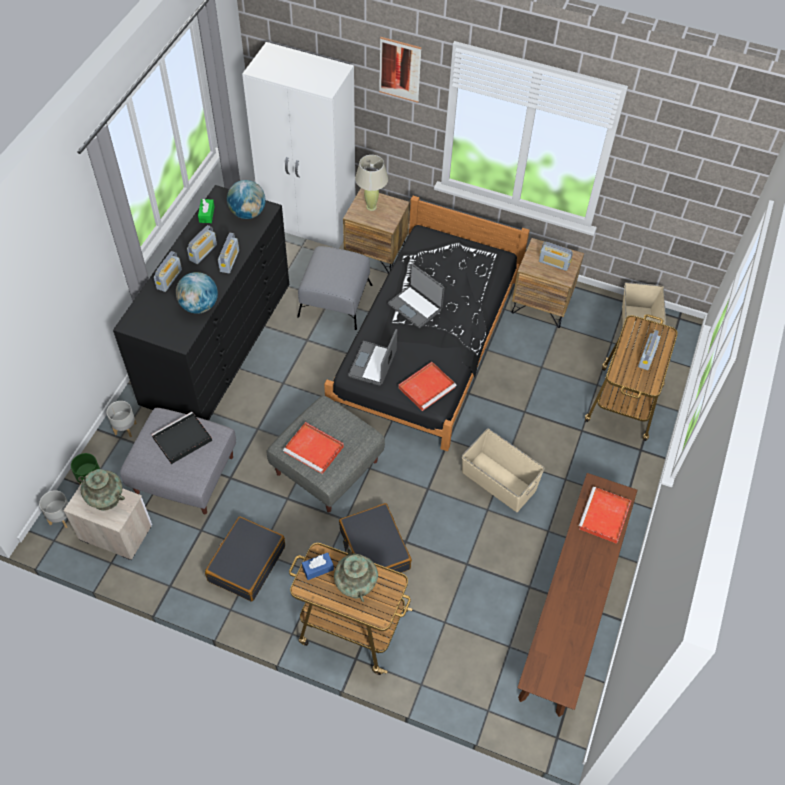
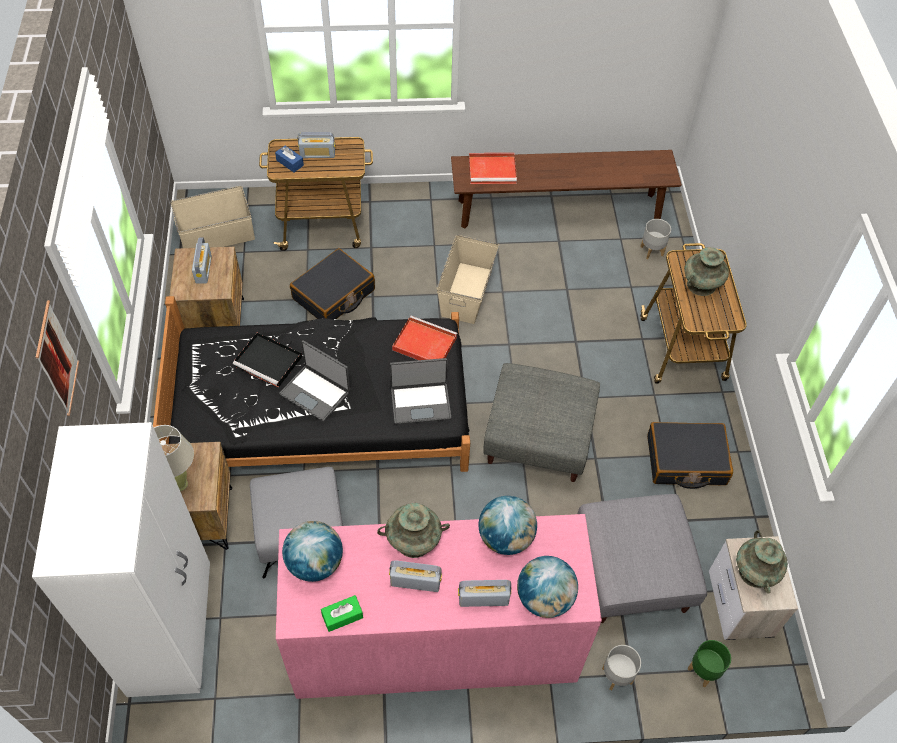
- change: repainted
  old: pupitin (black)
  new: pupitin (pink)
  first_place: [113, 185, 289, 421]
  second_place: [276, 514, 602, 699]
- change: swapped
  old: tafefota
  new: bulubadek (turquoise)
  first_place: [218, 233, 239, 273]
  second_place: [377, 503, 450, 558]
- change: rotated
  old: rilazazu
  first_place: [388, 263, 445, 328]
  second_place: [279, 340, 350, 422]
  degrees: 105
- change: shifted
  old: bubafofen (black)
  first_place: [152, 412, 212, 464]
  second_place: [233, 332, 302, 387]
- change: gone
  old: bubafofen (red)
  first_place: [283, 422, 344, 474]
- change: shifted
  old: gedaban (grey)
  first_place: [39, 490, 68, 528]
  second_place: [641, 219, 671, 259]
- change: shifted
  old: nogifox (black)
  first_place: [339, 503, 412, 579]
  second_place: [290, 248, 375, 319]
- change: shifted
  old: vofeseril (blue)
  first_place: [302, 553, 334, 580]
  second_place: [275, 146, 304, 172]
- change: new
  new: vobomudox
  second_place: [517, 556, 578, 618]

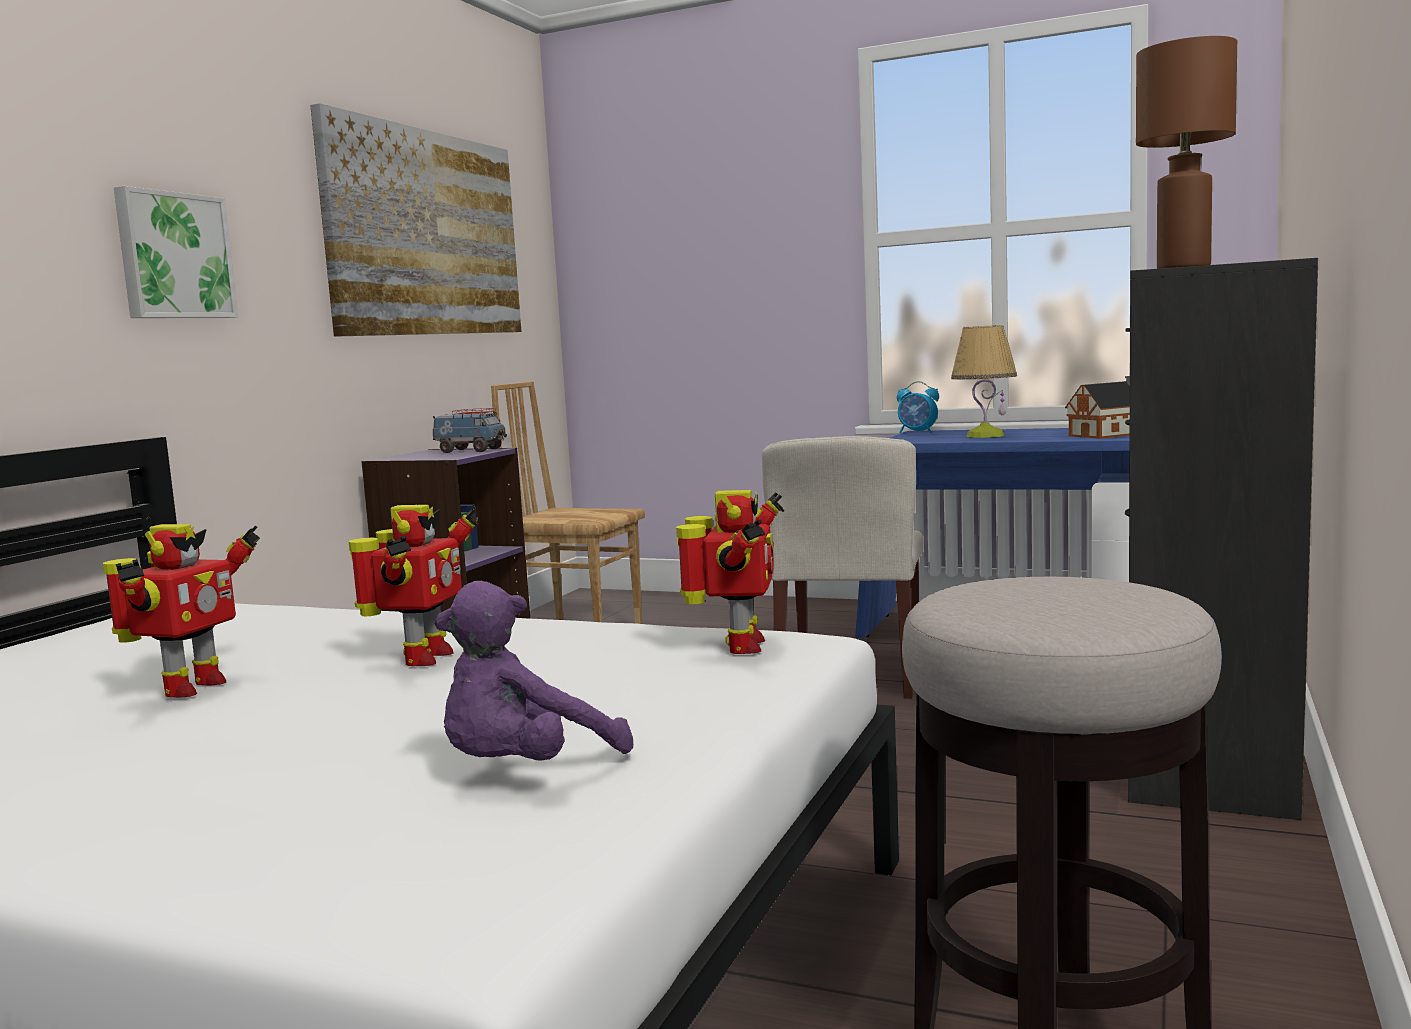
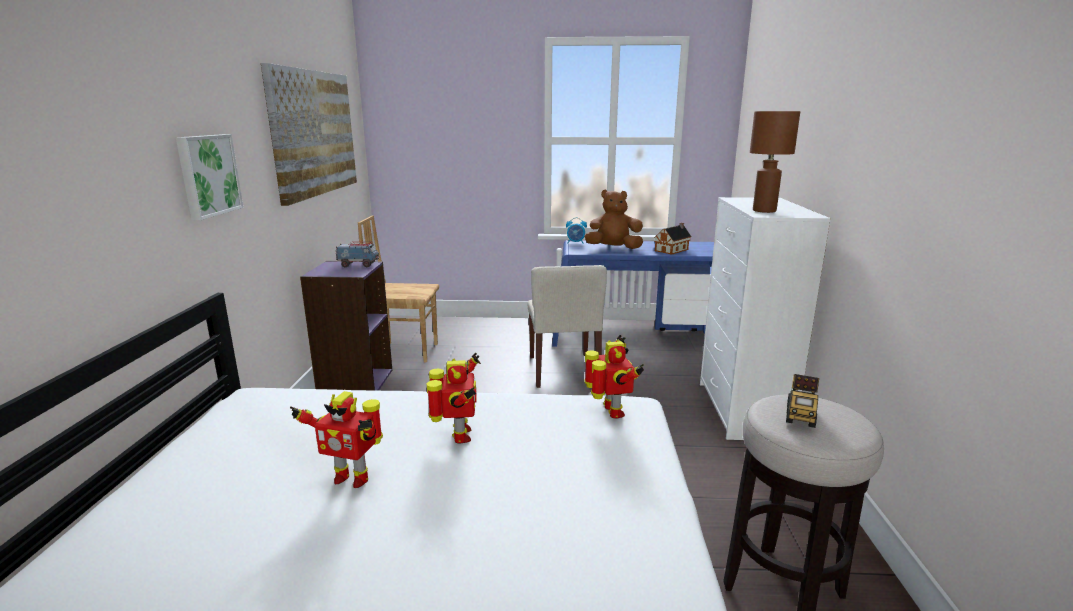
- change: repainted
  old: pupitin (black)
  new: pupitin (white)
  first_place: [1125, 258, 1318, 820]
  second_place: [700, 197, 831, 440]
- change: swapped
  old: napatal
  new: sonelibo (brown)
  first_place: [951, 325, 1017, 438]
  second_place: [585, 190, 643, 249]
- change: rotated
  old: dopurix
  first_place: [103, 523, 260, 697]
  second_place: [290, 391, 383, 488]
  degrees: 105
- change: gone
  old: sonelibo (purple)
  first_place: [434, 581, 633, 760]
- change: new
  new: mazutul
  second_place: [786, 374, 819, 428]

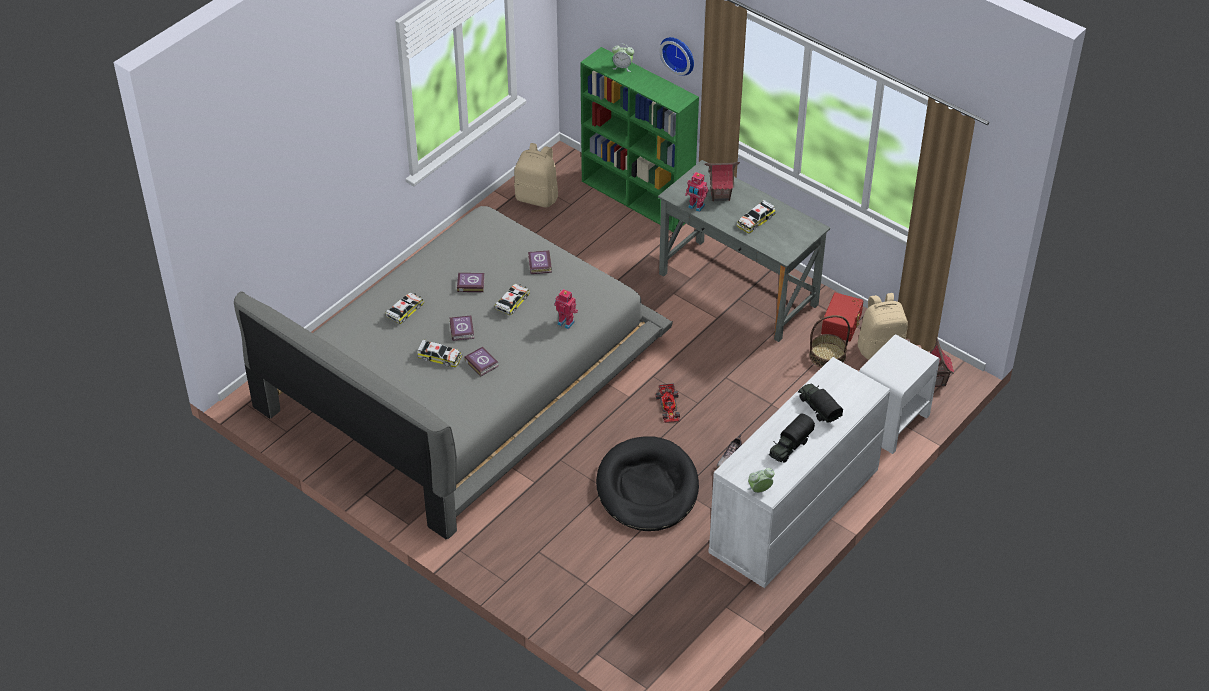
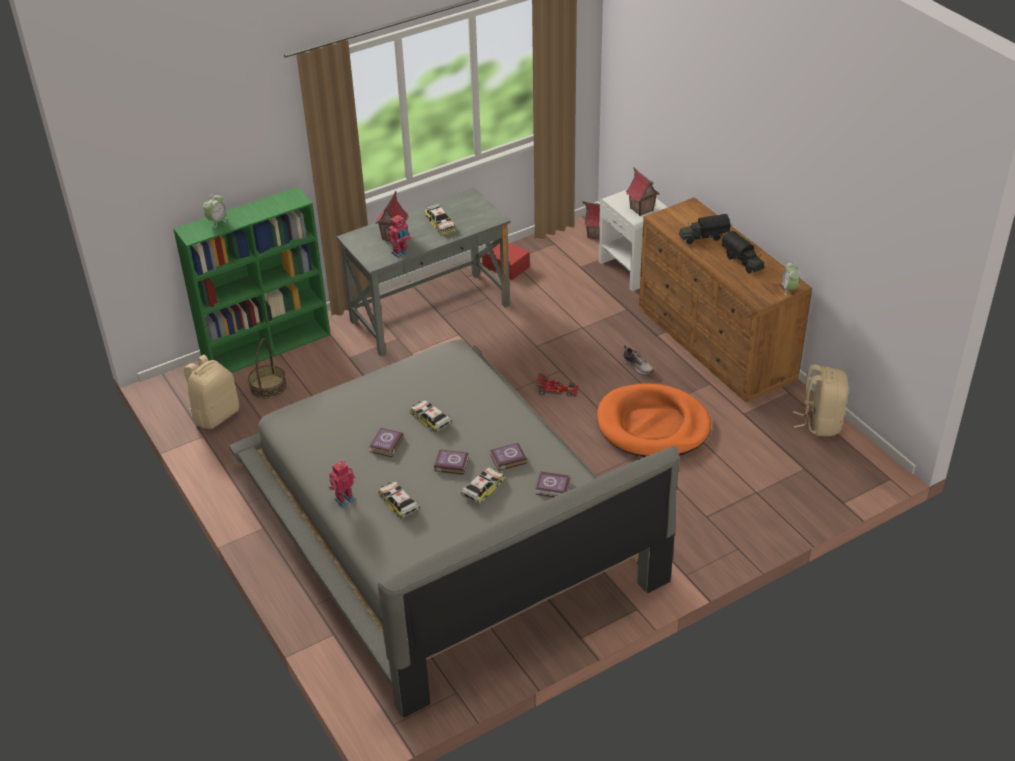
- change: gone
  old: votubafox
  first_place: [659, 37, 694, 76]
- change: shifted
  old: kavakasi
  first_place: [528, 250, 552, 274]
  second_place: [535, 471, 571, 497]
- change: shifted
  old: dopurix
  first_place: [554, 289, 578, 329]
  second_place: [329, 461, 355, 507]
- change: shifted
  old: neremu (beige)
  first_place: [858, 293, 908, 360]
  second_place: [793, 364, 849, 436]
- change: shifted
  old: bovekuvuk
  first_place: [809, 315, 850, 368]
  second_place: [248, 338, 287, 399]
- change: repainted
  old: pupitin (white)
  new: pupitin (brown)
  first_place: [708, 357, 890, 588]
  second_place: [639, 197, 812, 402]
- change: repainted
  old: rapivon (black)
  new: rapivon (orange)
  first_place: [596, 436, 699, 531]
  second_place: [597, 384, 711, 457]
- change: new
  new: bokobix
  second_place: [626, 168, 659, 216]

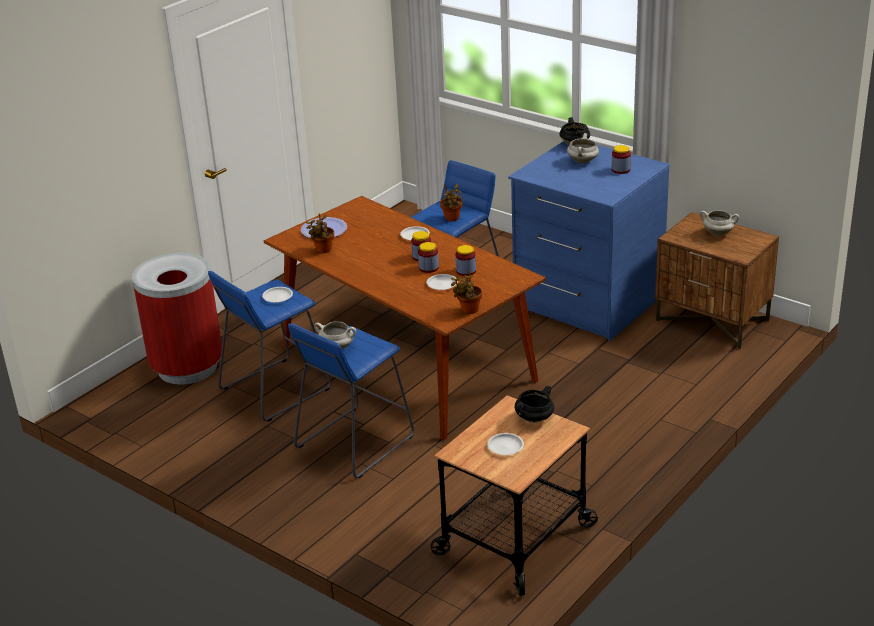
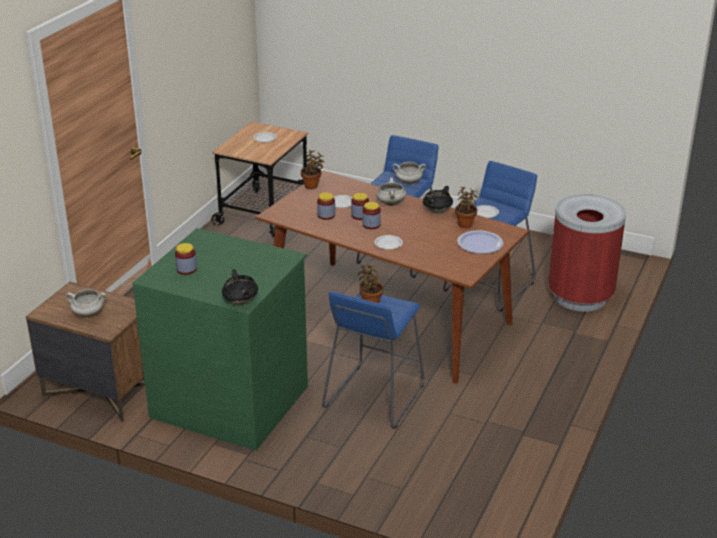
- change: shifted
  old: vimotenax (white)
  first_place: [567, 133, 599, 163]
  second_place: [376, 177, 406, 206]
- change: repainted
  old: pupitin (blue)
  new: pupitin (green)
  first_place: [508, 141, 670, 341]
  second_place: [132, 228, 308, 451]
- change: shifted
  old: vimotenax (black)
  first_place: [515, 386, 554, 423]
  second_place: [423, 186, 453, 214]

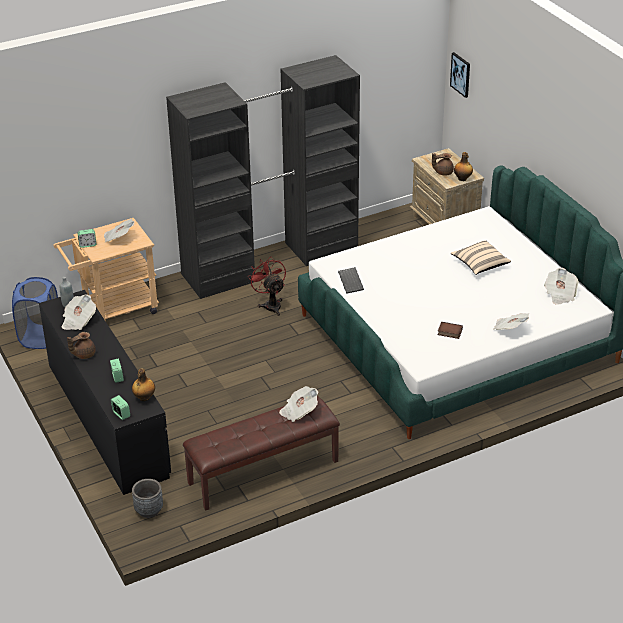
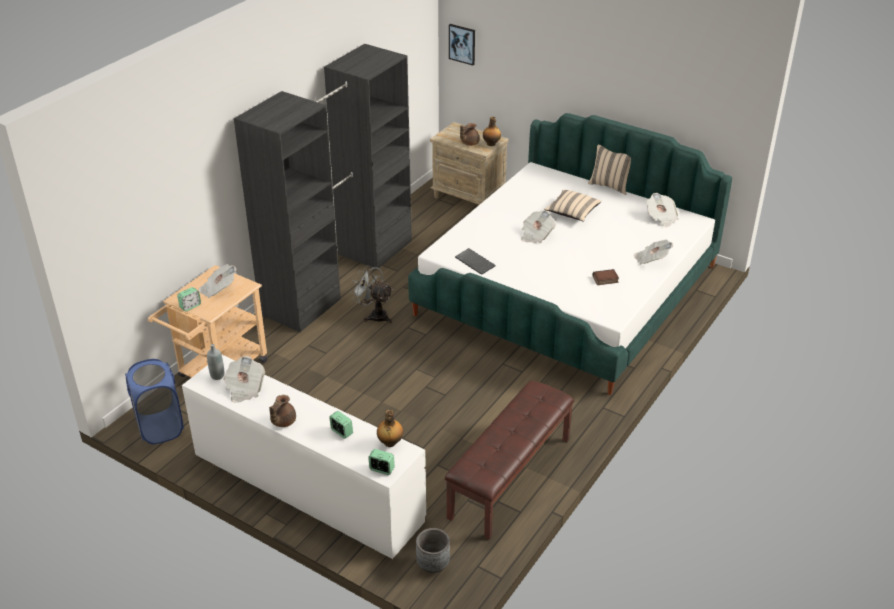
- change: repainted
  old: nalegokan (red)
  new: nalegokan (grey)
  first_place: [248, 257, 286, 316]
  second_place: [350, 265, 393, 323]
- change: repainted
  old: pupitin (black)
  new: pupitin (white)
  first_place: [39, 290, 171, 495]
  second_place: [182, 355, 426, 559]
- change: shifted
  old: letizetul
  first_place: [279, 386, 319, 422]
  second_place: [521, 210, 556, 243]
- change: new
  new: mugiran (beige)
  second_place: [588, 145, 631, 195]

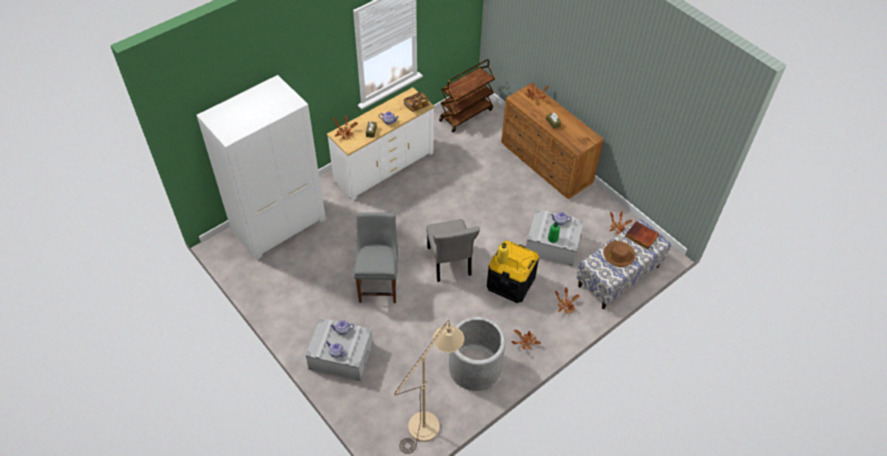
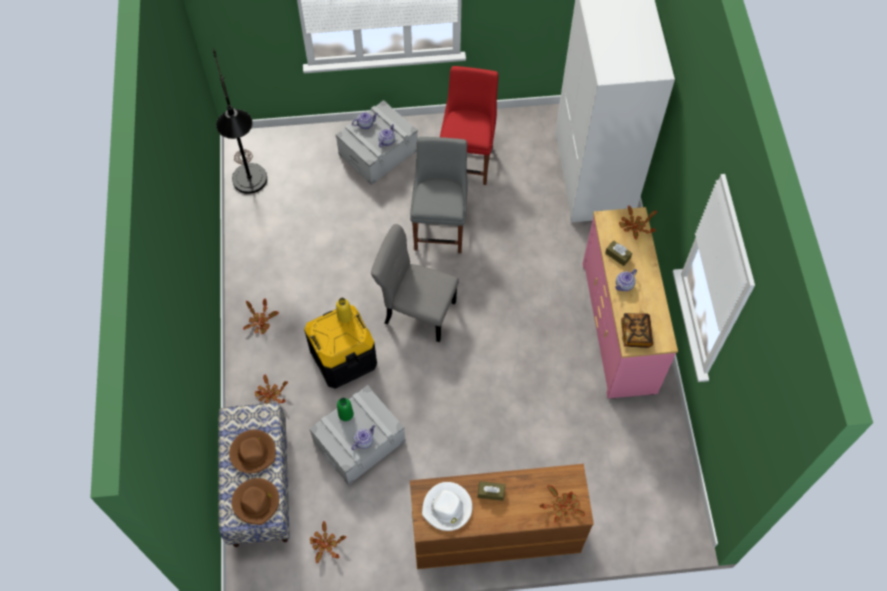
- change: gone
  old: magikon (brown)
  first_place: [439, 59, 495, 132]
- change: repainted
  old: pupitin (white)
  new: pupitin (pink)
  first_place: [327, 87, 434, 200]
  second_place: [583, 207, 678, 399]
- change: rotated
  old: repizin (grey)
  first_place: [354, 212, 398, 303]
  second_place: [410, 137, 467, 253]
  degrees: -120
- change: swapped
  old: kavakasi
  new: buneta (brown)
  first_place: [625, 221, 659, 249]
  second_place: [231, 478, 279, 525]
- change: gone
  old: gedaban (grey)
  first_place: [449, 317, 505, 391]
- change: repainted
  old: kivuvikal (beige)
  new: kivuvikal (black)
  first_place: [395, 320, 464, 454]
  second_place: [213, 48, 267, 194]
- change: new
  new: repizin (red)
  second_place: [440, 66, 499, 185]
- change: new
  new: buneta (white)
  second_place: [422, 482, 472, 531]

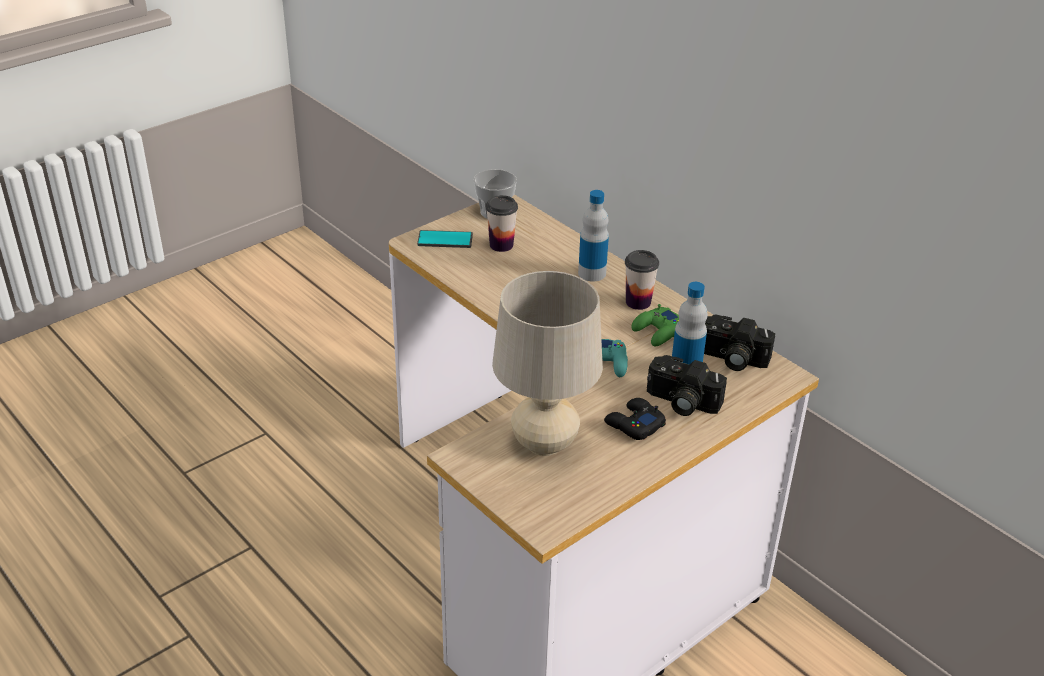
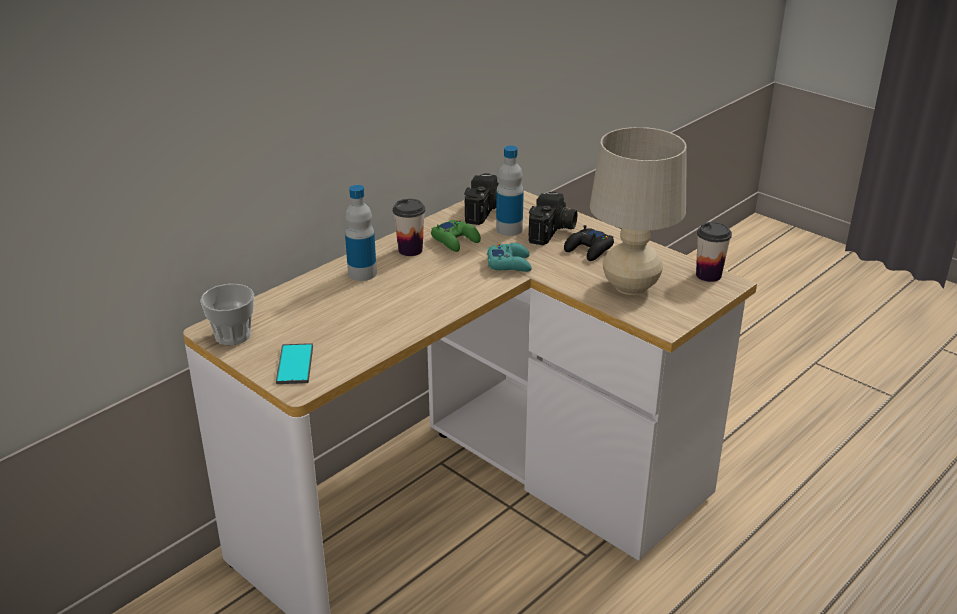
- change: shifted
  old: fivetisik
  first_place: [486, 195, 518, 252]
  second_place: [696, 222, 732, 282]

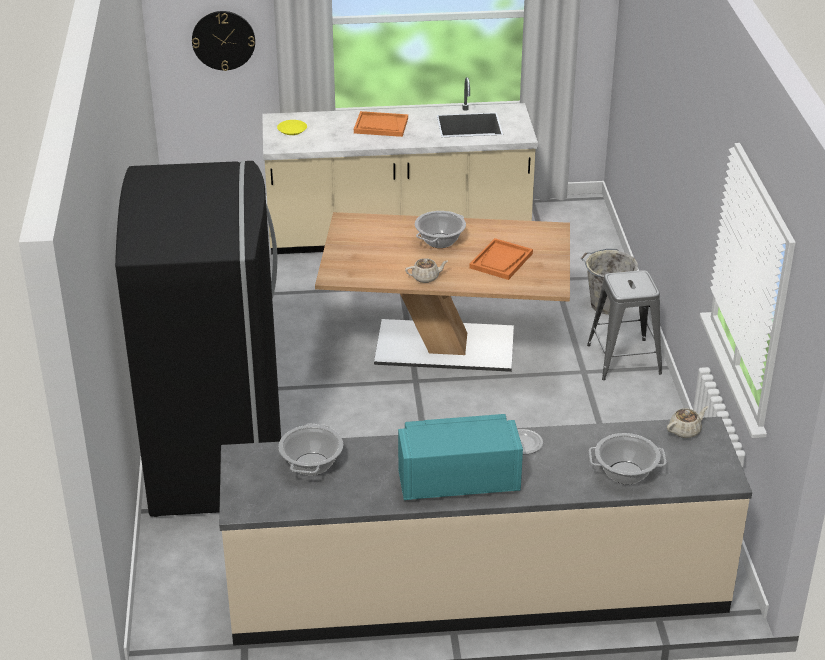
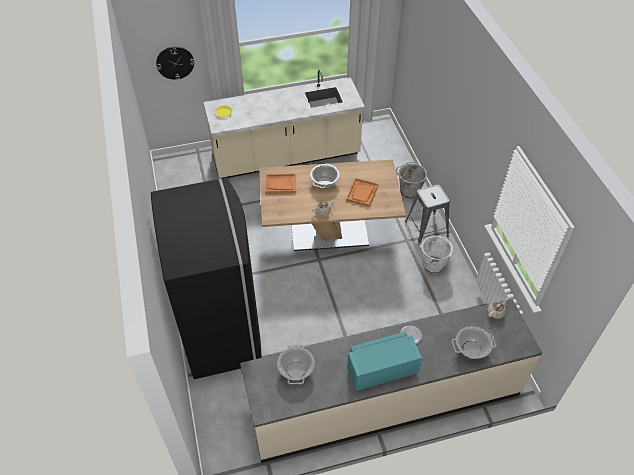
- change: shifted
  old: bubafofen (orange)
  first_place: [354, 111, 408, 137]
  second_place: [265, 173, 296, 194]
- change: new
  new: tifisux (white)
  second_place: [418, 234, 453, 274]

